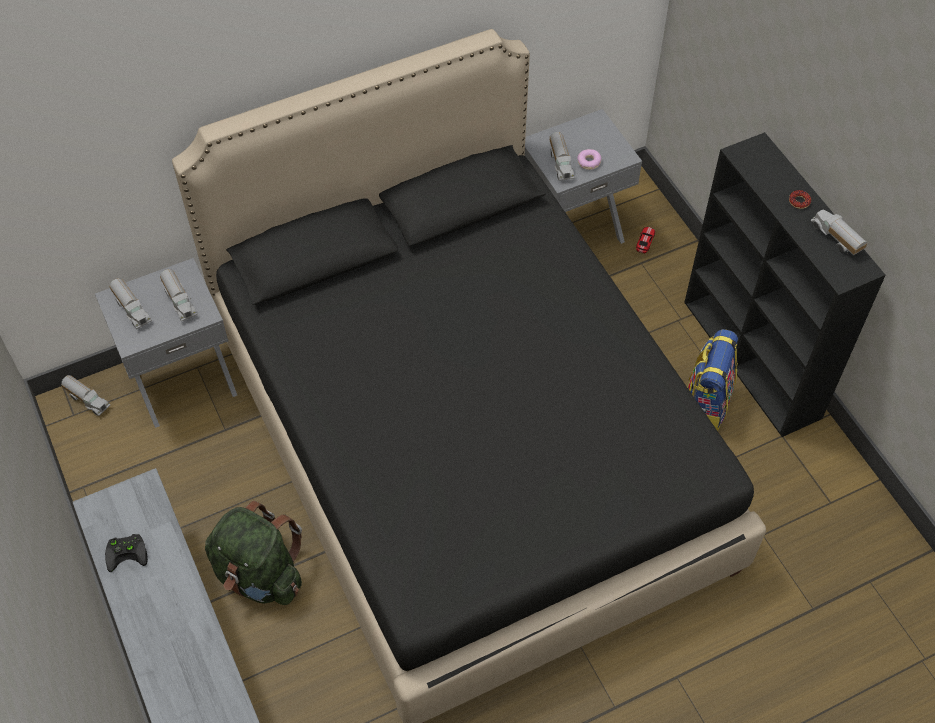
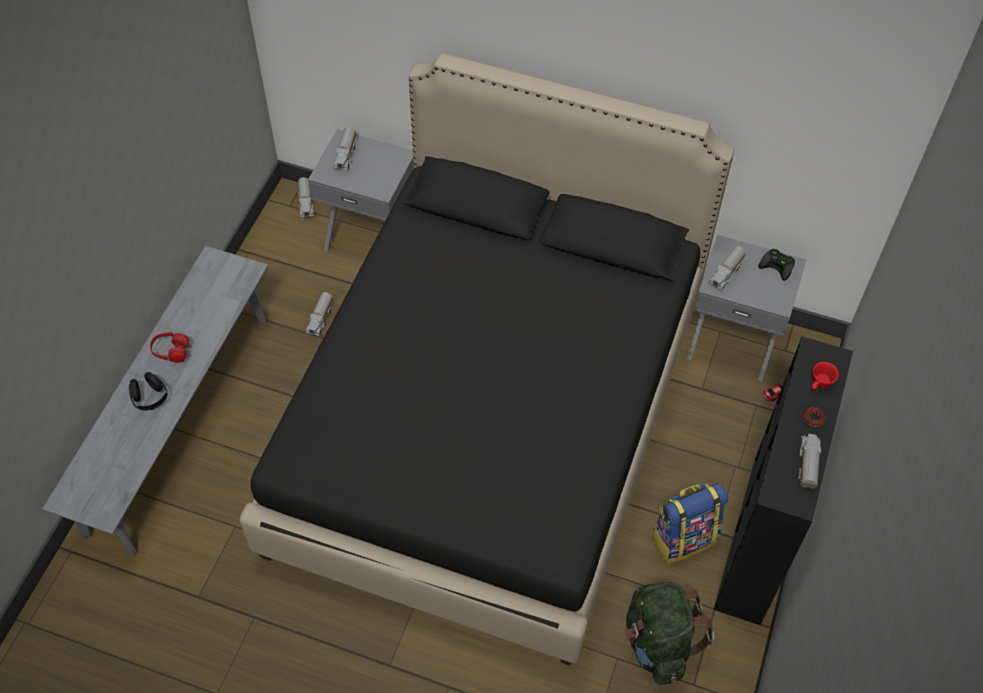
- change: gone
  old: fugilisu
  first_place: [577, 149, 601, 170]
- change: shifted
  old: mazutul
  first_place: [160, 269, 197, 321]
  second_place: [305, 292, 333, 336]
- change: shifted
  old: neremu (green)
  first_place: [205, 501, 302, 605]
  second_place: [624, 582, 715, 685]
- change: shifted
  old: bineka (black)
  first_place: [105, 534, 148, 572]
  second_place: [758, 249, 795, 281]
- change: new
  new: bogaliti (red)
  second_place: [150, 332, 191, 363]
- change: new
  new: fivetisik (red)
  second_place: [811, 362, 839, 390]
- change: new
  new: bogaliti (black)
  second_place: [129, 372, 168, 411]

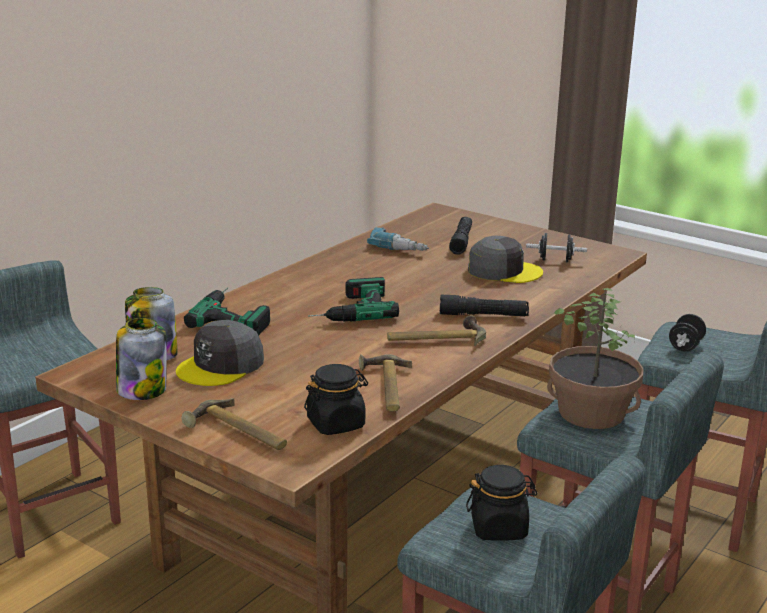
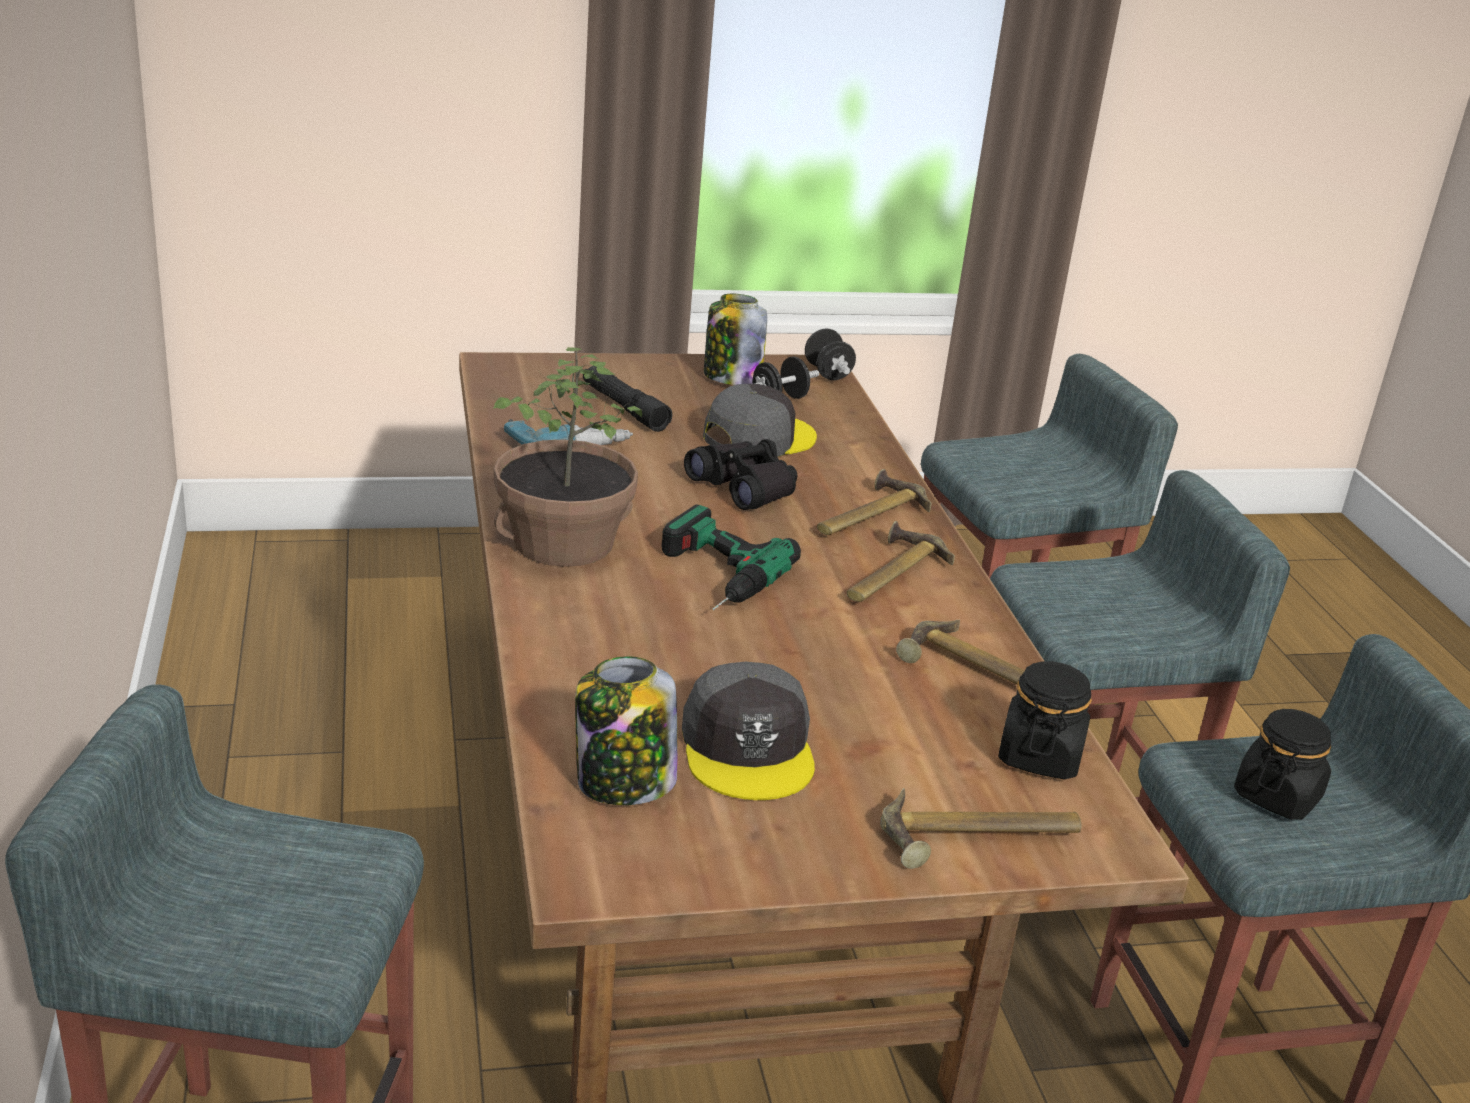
- change: gone
  old: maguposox
  first_place: [184, 287, 270, 336]
- change: shifted
  old: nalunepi
  first_place: [547, 288, 643, 429]
  second_place: [493, 347, 642, 567]
- change: swapped
  old: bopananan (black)
  new: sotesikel
  first_place: [440, 295, 529, 316]
  second_place: [817, 469, 931, 535]
- change: shifted
  old: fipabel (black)
  first_place: [669, 314, 706, 352]
  second_place: [805, 329, 856, 380]
- change: shifted
  old: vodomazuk
  first_place: [116, 318, 167, 400]
  second_place: [704, 294, 767, 385]
- change: new
  new: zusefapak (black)
  second_place: [684, 439, 797, 510]

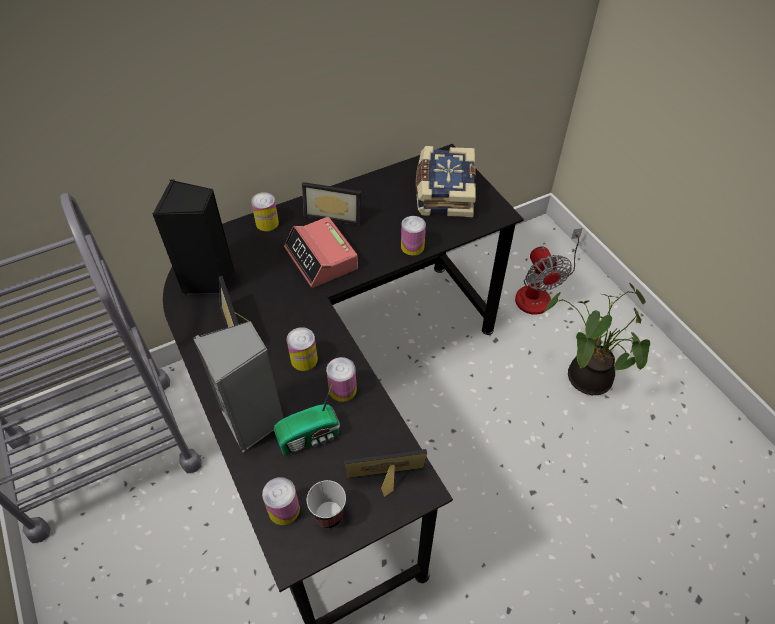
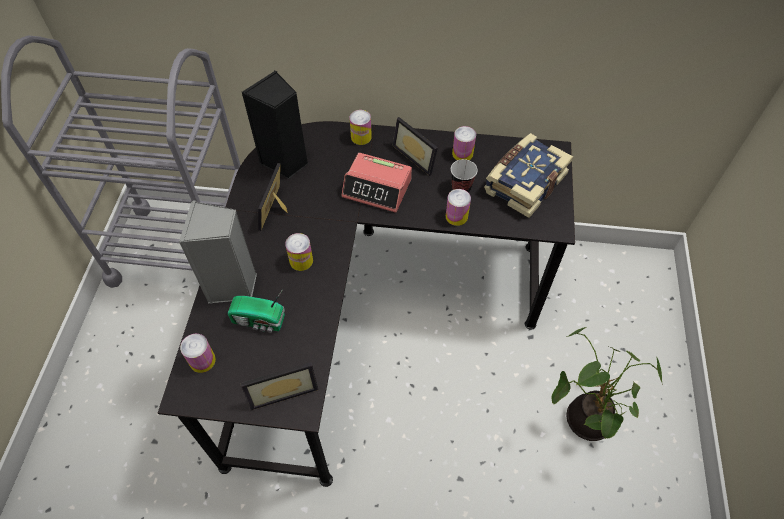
- change: rotated
  old: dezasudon
  first_place: [284, 217, 358, 288]
  second_place: [342, 153, 412, 213]
  degrees: -75
- change: gone
  old: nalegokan
  first_place: [515, 228, 583, 315]
- change: shifted
  old: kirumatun
  first_place: [326, 357, 357, 402]
  second_place: [452, 126, 476, 160]
- change: rotated
  old: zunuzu
  first_place: [344, 449, 427, 497]
  second_place: [240, 362, 318, 410]
  degrees: 135
- change: shifted
  old: fivetisik
  first_place: [306, 480, 346, 528]
  second_place: [451, 159, 478, 193]

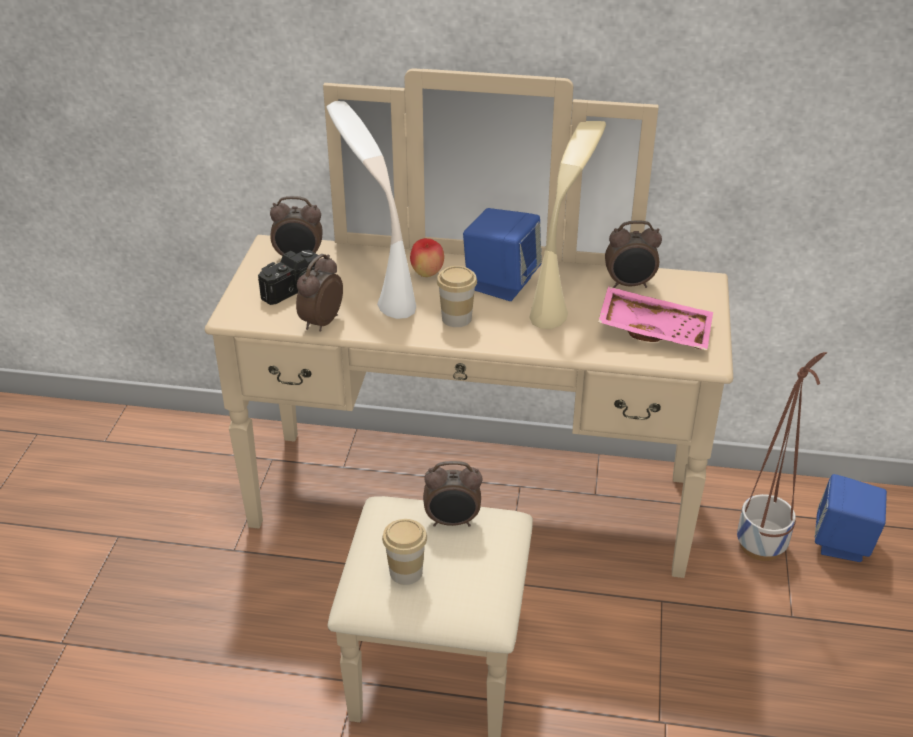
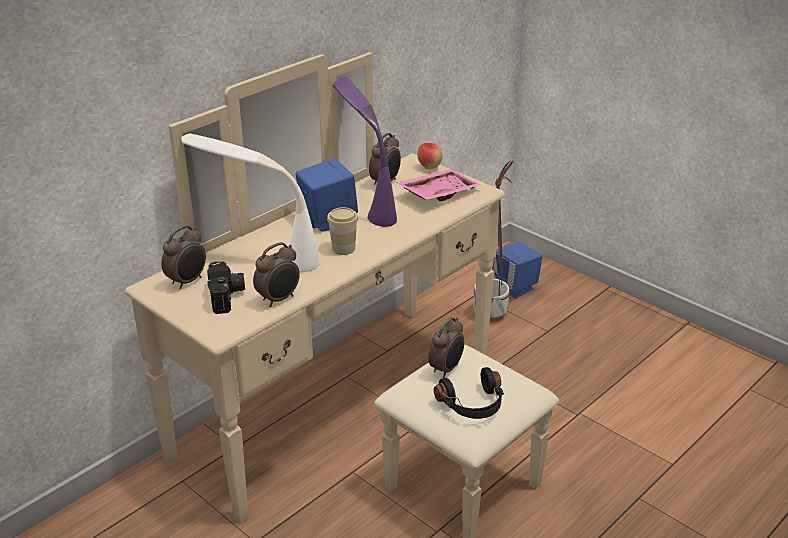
- change: repainted
  old: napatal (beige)
  new: napatal (purple)
  first_place: [529, 121, 606, 329]
  second_place: [333, 76, 397, 227]
- change: shifted
  old: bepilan
  first_place: [410, 238, 444, 277]
  second_place: [417, 143, 442, 169]
- change: rotated
  old: dezasudon
  first_place: [296, 254, 343, 332]
  second_place: [253, 242, 300, 307]
  degrees: -105
- change: swapped
  old: fivetisik
  new: bogaliti (black)
  first_place: [382, 519, 427, 585]
  second_place: [434, 367, 504, 419]

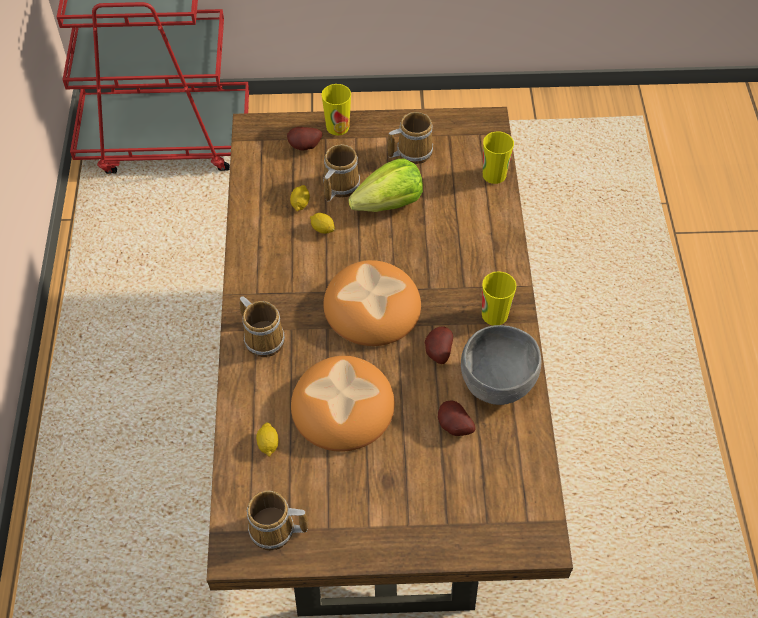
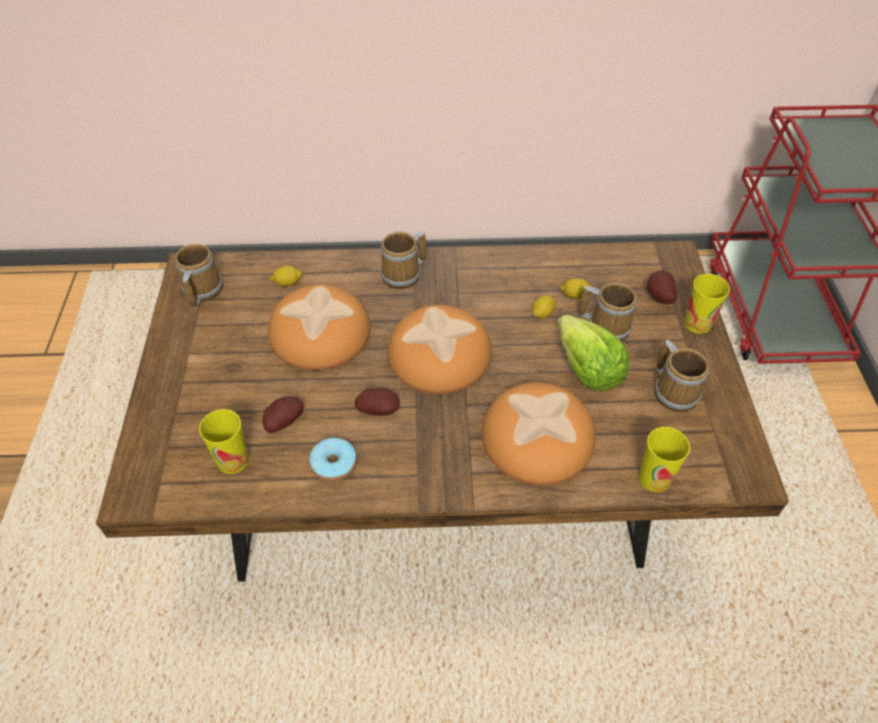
- change: shifted
  old: fivetisik
  first_place: [482, 271, 517, 326]
  second_place: [199, 409, 249, 474]
- change: swapped
  old: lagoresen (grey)
  new: fugilisu
  first_place: [461, 325, 541, 405]
  second_place: [309, 438, 357, 482]
- change: new
  new: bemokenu
  second_place: [481, 382, 596, 485]

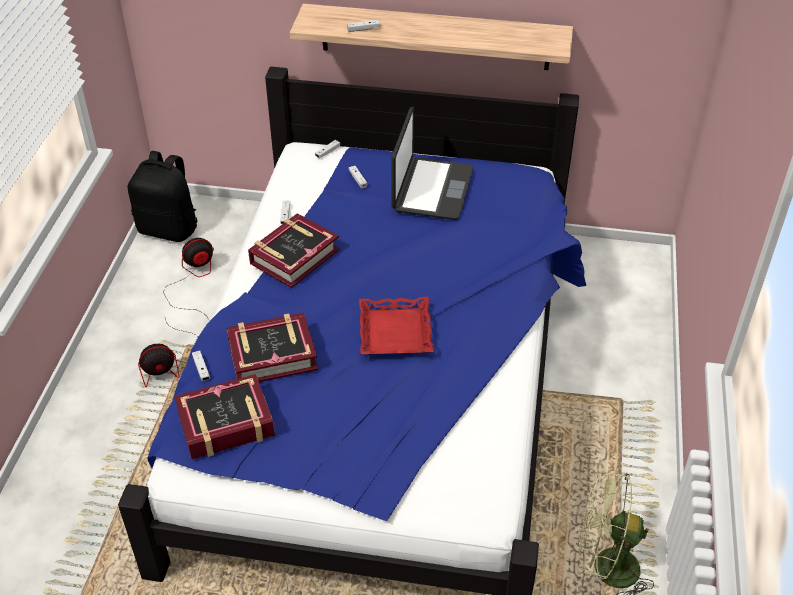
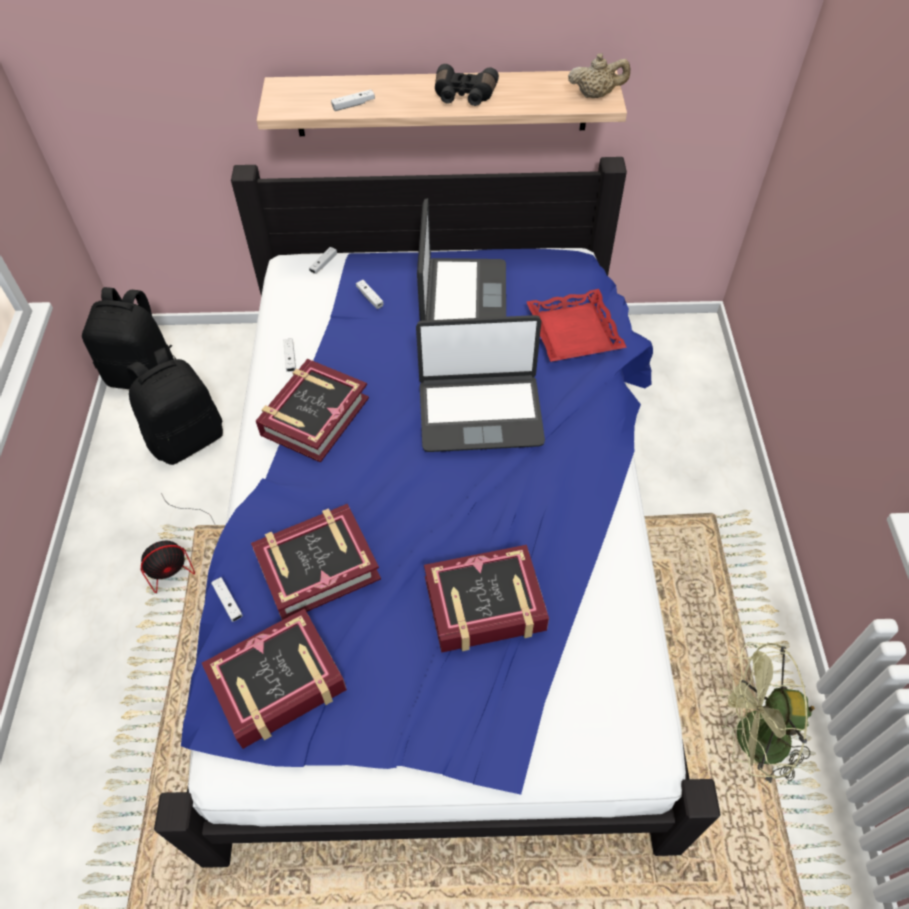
- change: swapped
  old: nalegokan
  new: neremu (black)
  first_place: [164, 238, 214, 321]
  second_place: [126, 348, 223, 465]
- change: shifted
  old: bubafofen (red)
  first_place: [359, 297, 434, 354]
  second_place: [527, 289, 627, 362]
- change: new
  new: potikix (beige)
  second_place: [568, 53, 630, 98]
- change: new
  new: zusefapak (black)
  second_place: [435, 64, 499, 106]
- change: new
  new: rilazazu
  second_place: [416, 315, 545, 452]
- change: new
  new: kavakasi
  second_place: [424, 545, 549, 653]

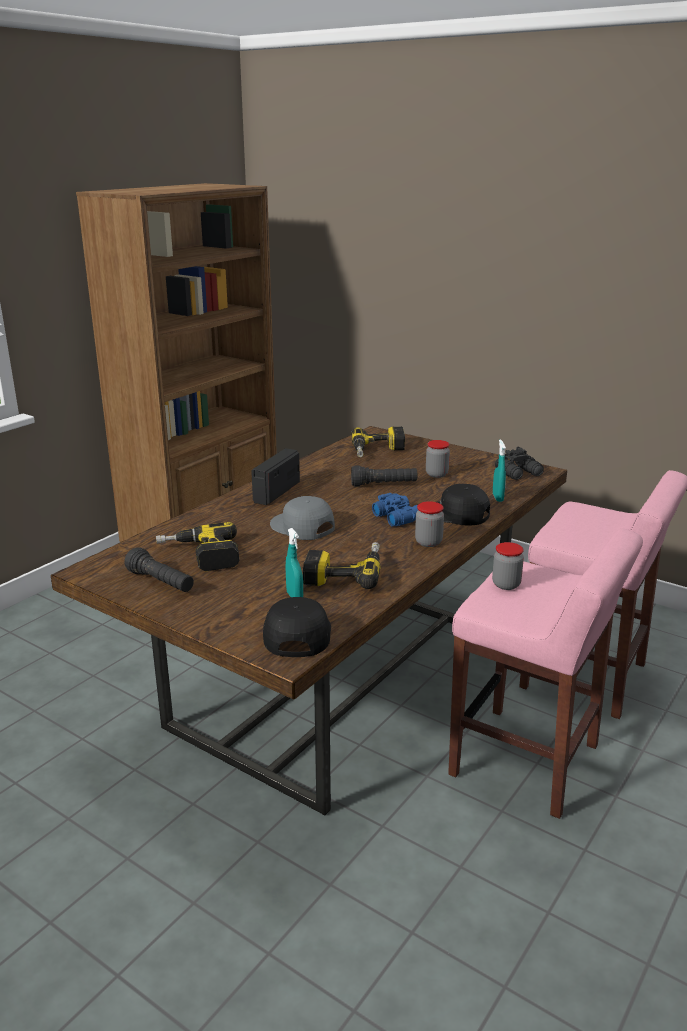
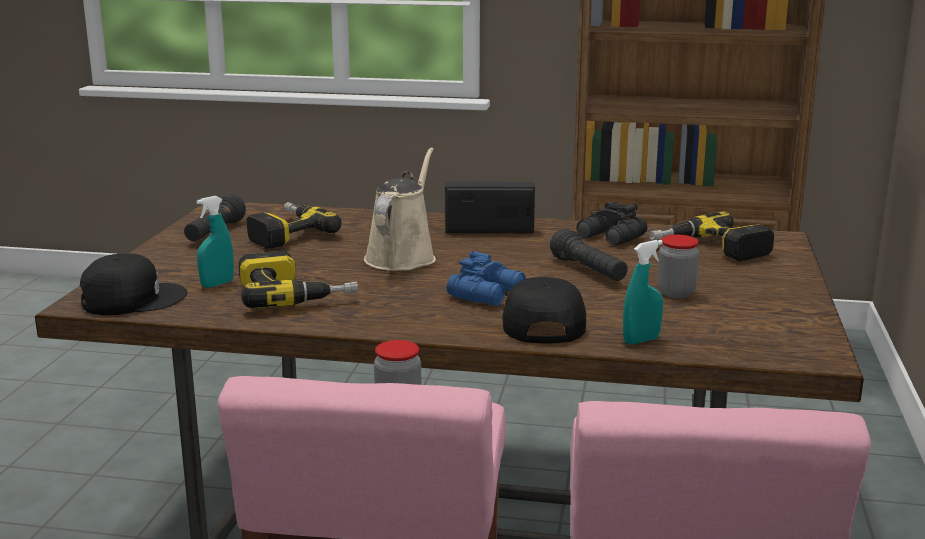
- change: shifted
  old: zusefapak (black)
  first_place: [495, 447, 544, 480]
  second_place: [576, 201, 647, 245]
- change: swapped
  old: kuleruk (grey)
  new: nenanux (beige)
  first_place: [270, 496, 335, 540]
  second_place: [364, 147, 436, 271]
- change: gone
  old: vodomazuk
  first_place: [415, 501, 444, 547]

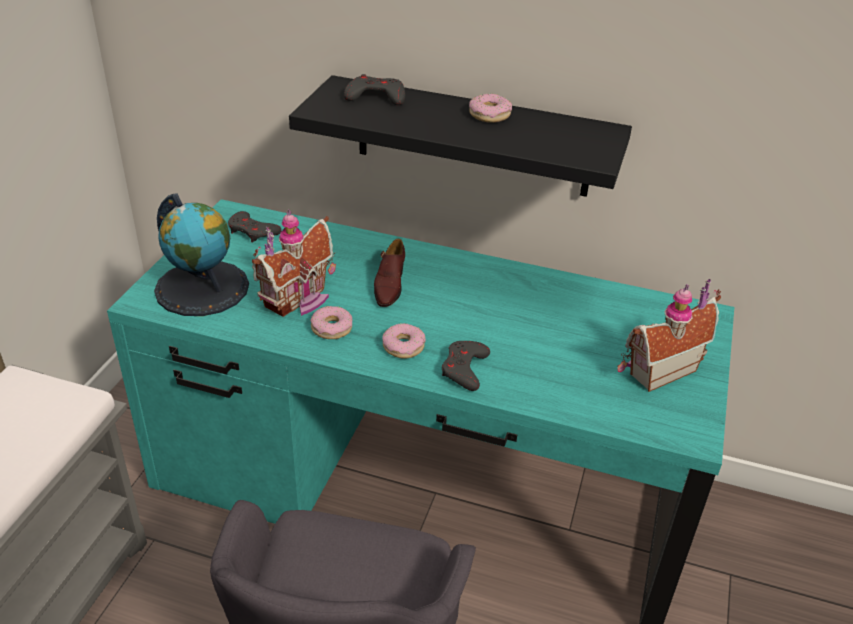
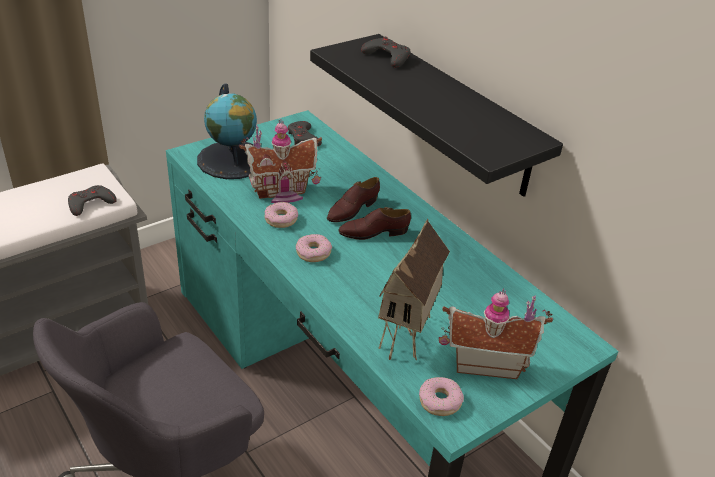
- change: shifted
  old: fugilisu
  first_place: [469, 93, 512, 123]
  second_place: [419, 377, 464, 416]
- change: shifted
  old: bineka (grey)
  first_place: [442, 341, 490, 391]
  second_place: [68, 185, 117, 216]
- change: new
  new: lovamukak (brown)
  second_place: [338, 207, 411, 240]
- change: new
  new: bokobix
  second_place: [378, 219, 450, 360]

